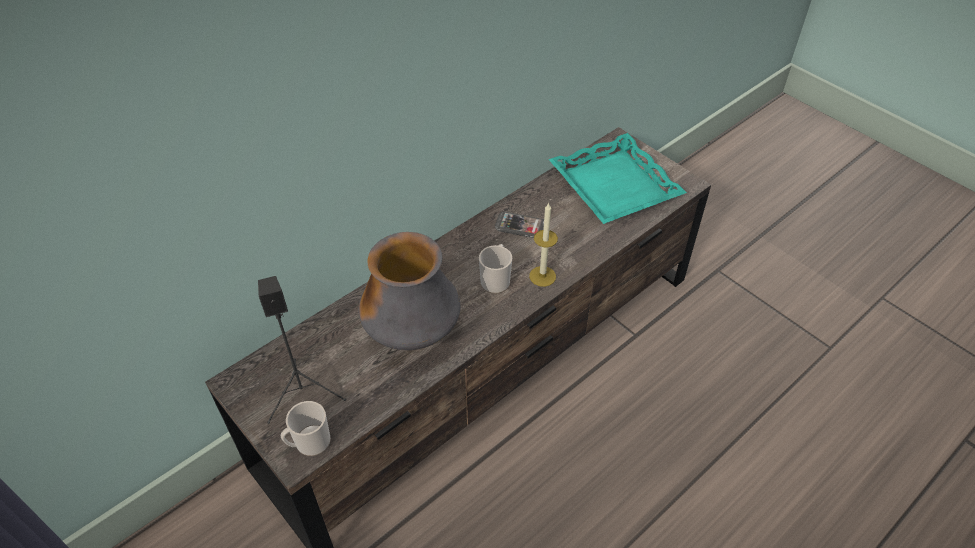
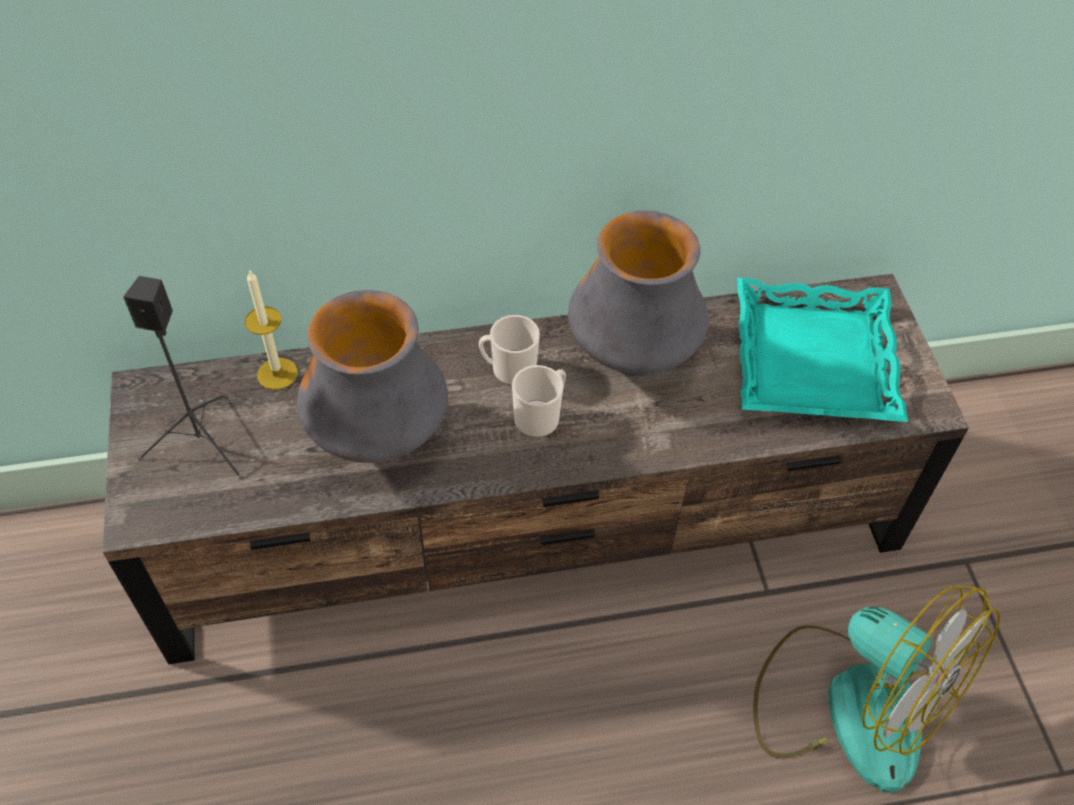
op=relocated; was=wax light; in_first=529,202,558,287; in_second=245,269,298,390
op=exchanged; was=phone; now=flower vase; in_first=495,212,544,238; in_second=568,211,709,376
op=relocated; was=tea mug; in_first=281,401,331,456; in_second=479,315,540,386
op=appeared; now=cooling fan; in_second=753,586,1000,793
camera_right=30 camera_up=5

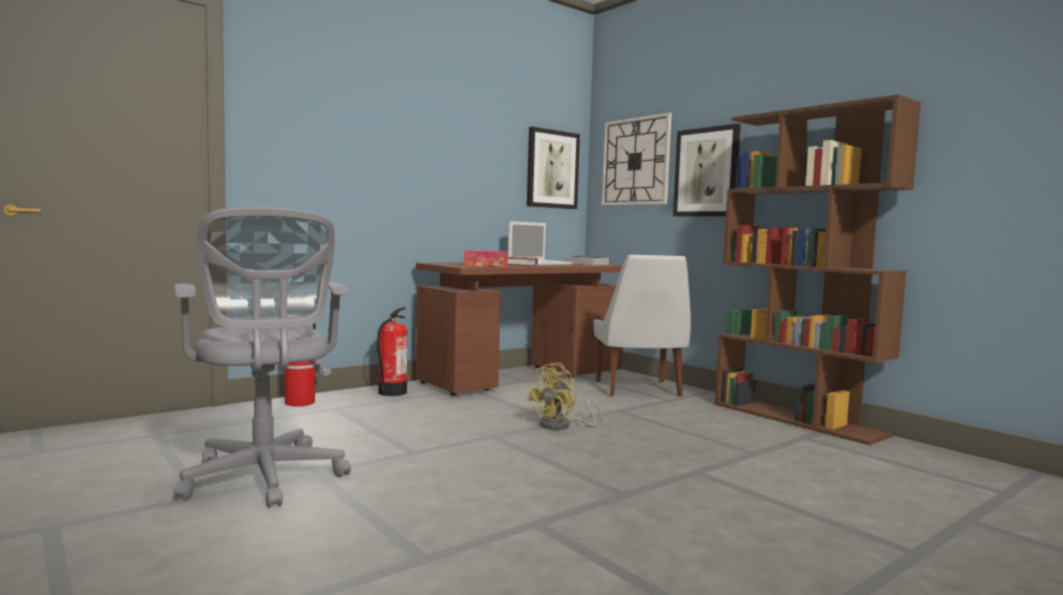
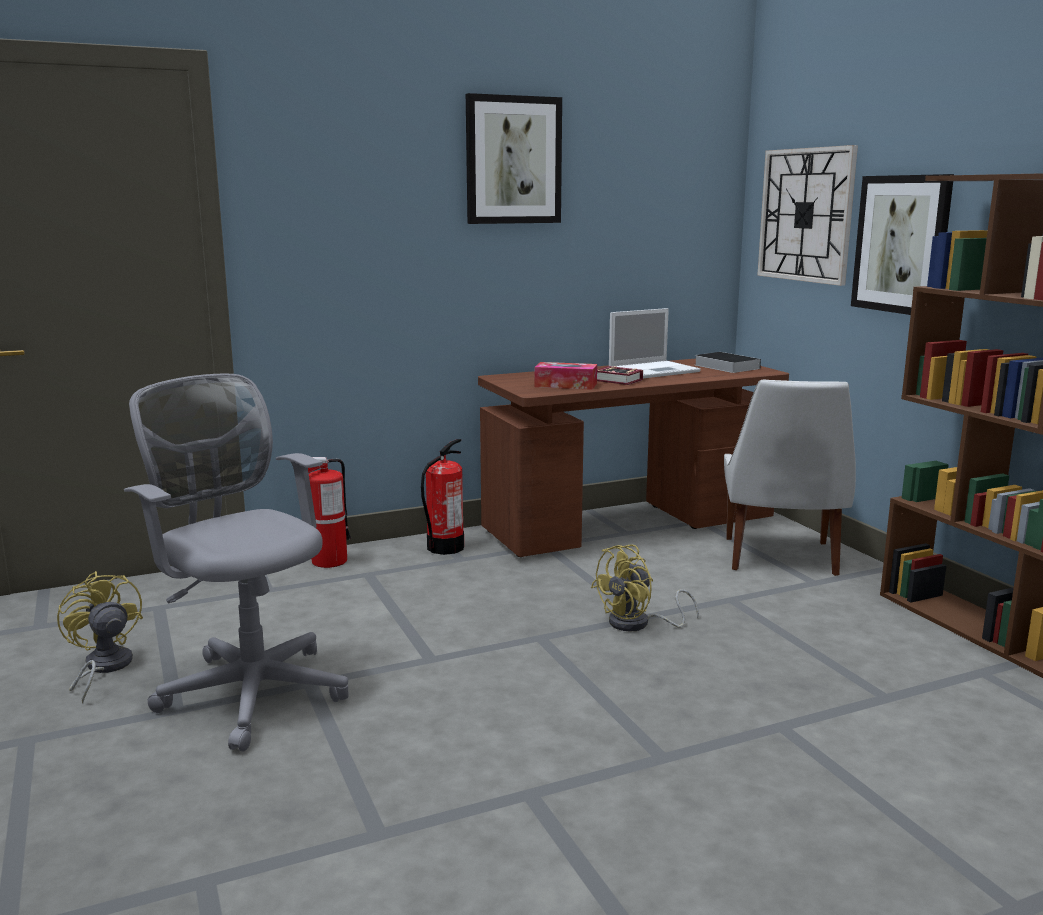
op=relocated; was=picture; in_first=527,127,580,209; in_second=466,93,562,224
op=spun; was=gray desk chair; in_first=173,207,351,508; in_second=124,373,349,751; clockwise=150
op=appeared; now=yellow-coloured cooling fan; in_second=57,571,143,703
camera_right=15 camera_up=10

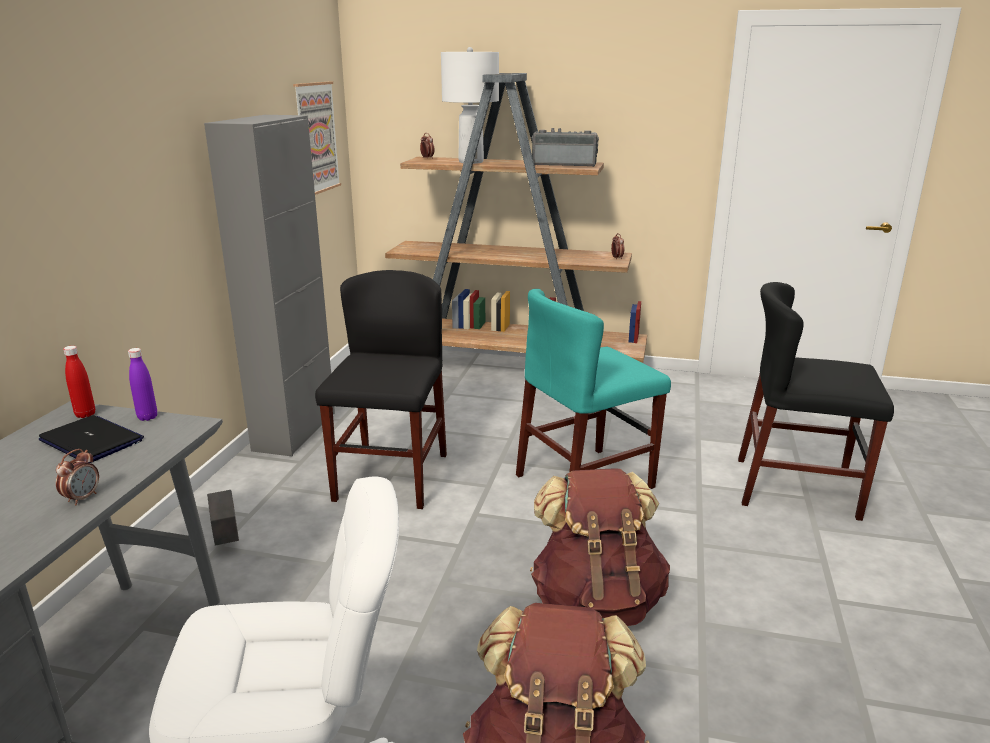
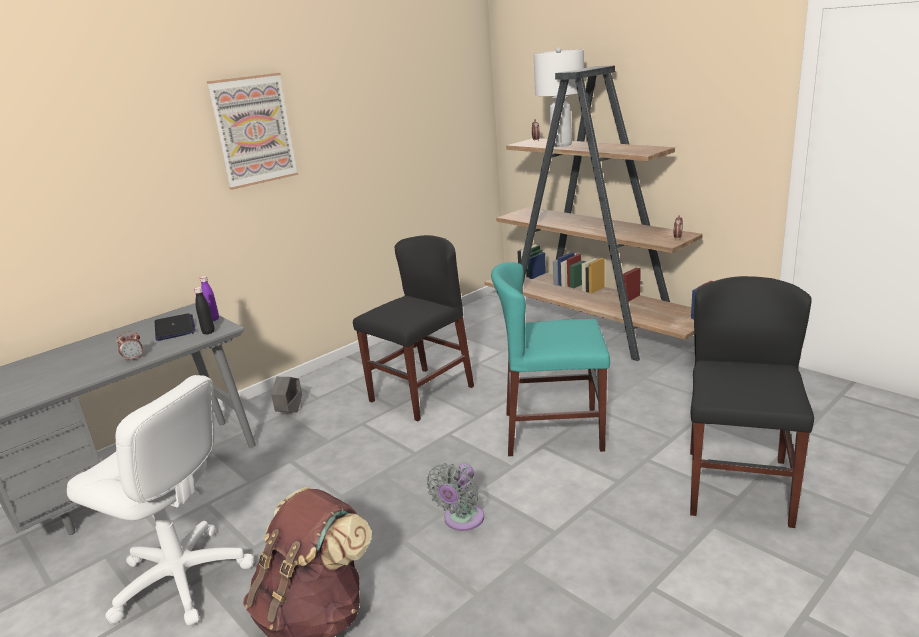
op=relocated; was=picture; in_first=293,82,341,195; in_second=207,73,298,190
op=missing; was=gray cabinet; in_first=204,115,335,456
op=missing; was=radio receiver; in_first=532,128,599,167
op=spun; was=blackish plain chair; in_first=738,282,894,521; in_second=690,276,814,528; clockwise=60
op=missing; was=reddish drink bottle; in_first=63,346,95,418
op=exchanged; was=brownish rucksack; now=gray cooling fan; in_first=530,468,670,626; in_second=427,463,484,531
op=appeared; now=blackish drink bottle; in_second=194,287,215,334
camera_right=35 camera_up=0

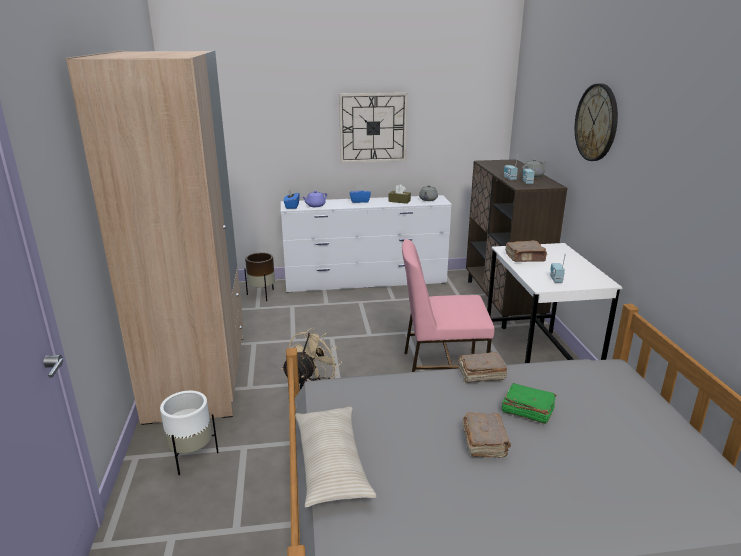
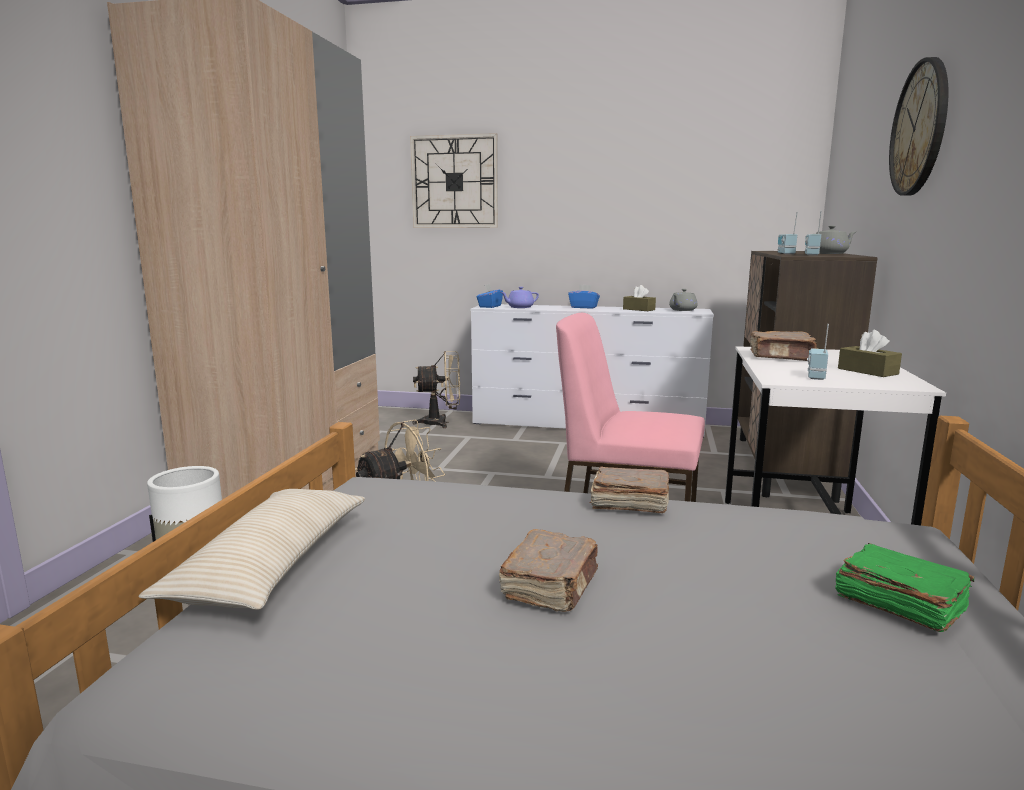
op=relocated; was=wall clock; in_first=339,93,407,163; in_second=410,133,498,228
op=exchanged; was=brownish plant pot; now=beige cooling fan; in_first=244,253,275,301; in_second=412,351,460,428
op=relocated; was=green bound book; in_first=502,383,556,424; in_second=835,543,974,632
op=appeared; now=brownish box of tissues; in_second=838,330,902,377
camera_right=20 camera_up=-10

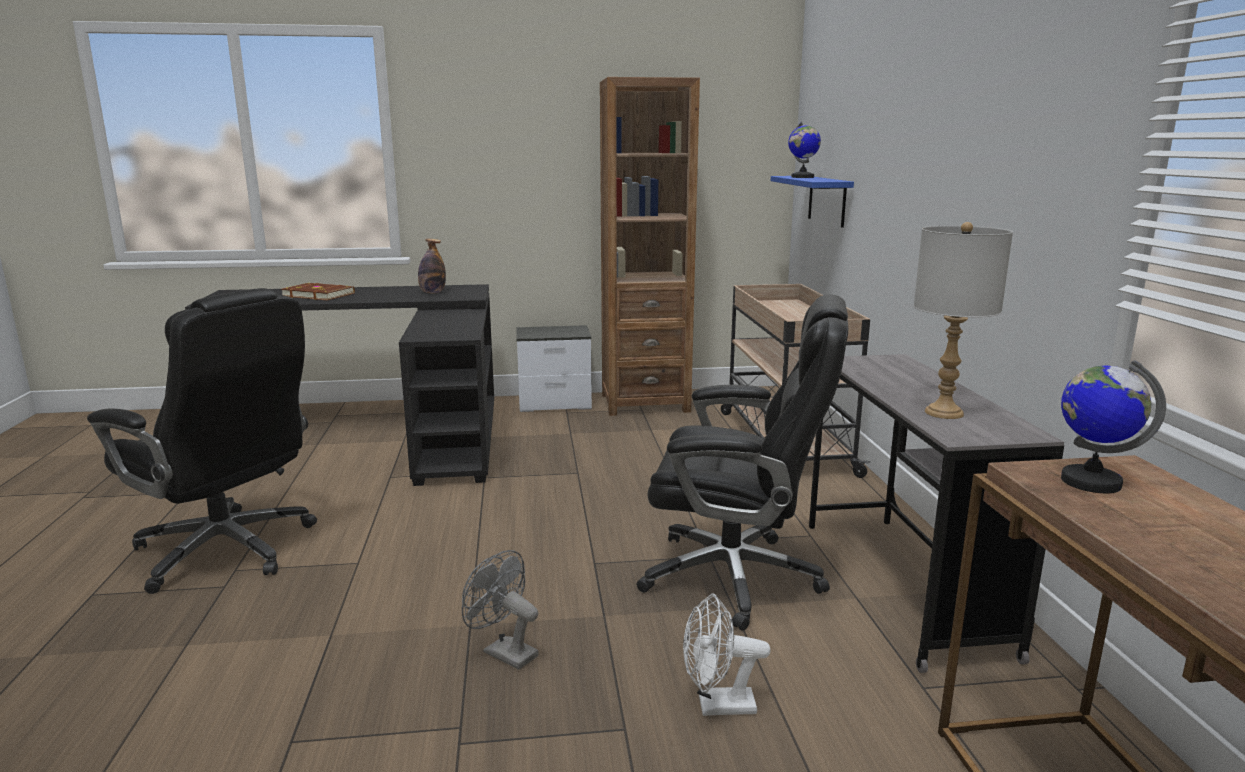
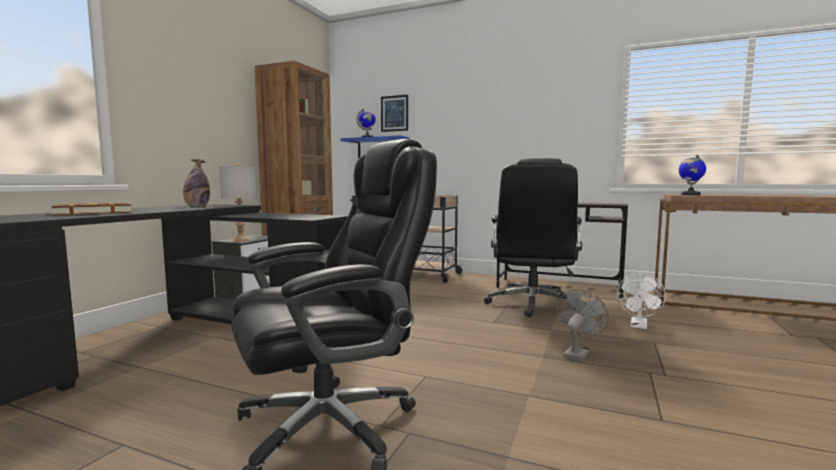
op=relocated; was=gray lamp for a table; in_first=914,222,1013,419; in_second=220,164,256,241
op=spun; was=blackish desk chair; in_first=636,294,848,631; in_second=484,158,582,317; clockwise=150
op=spun; was=gray cooling fan; in_first=462,550,539,670; in_second=557,290,609,361; clockwise=150
op=appeared; now=picture; in_second=381,95,408,132
camera_right=-60 camera_up=-10

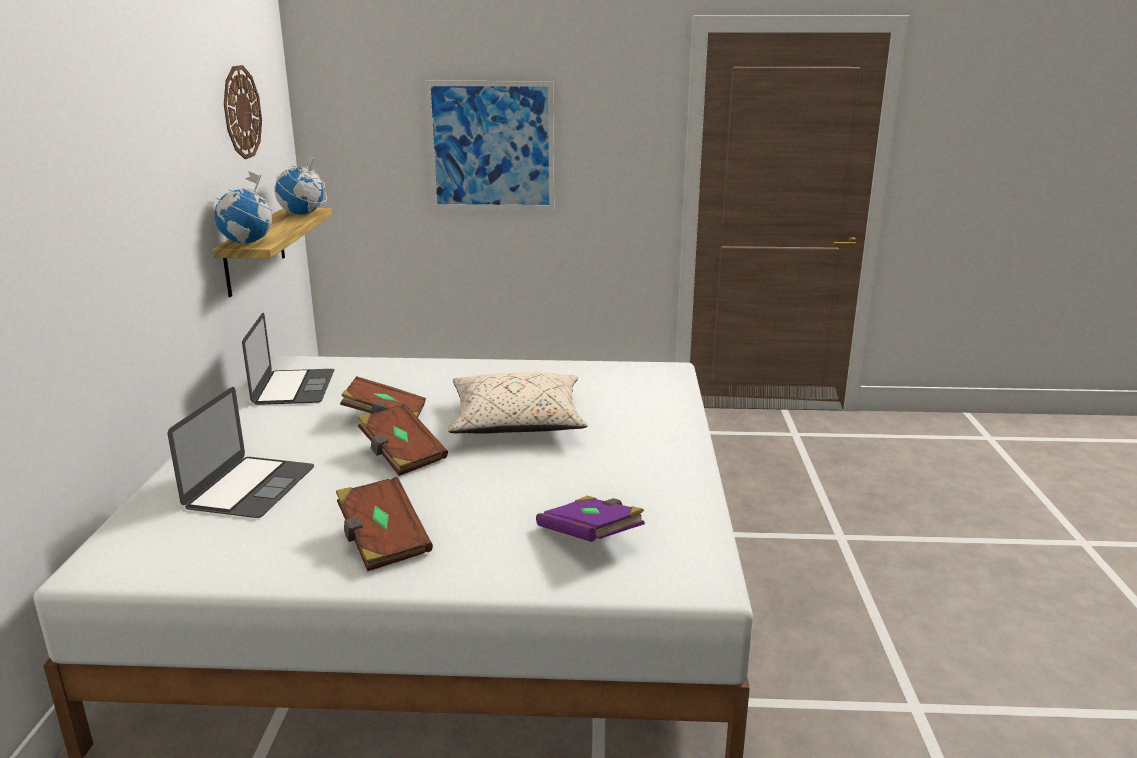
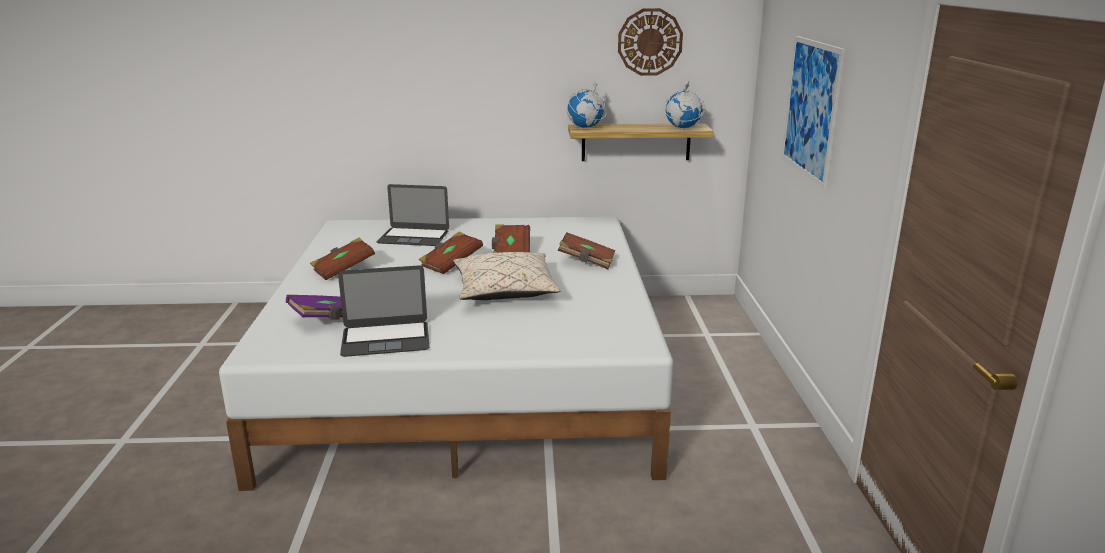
op=relocated; was=laptop; in_first=242,313,334,405; in_second=338,265,430,357
op=appeared; now=brownish bound book; in_second=558,232,615,269
camera_right=85 camera_up=0

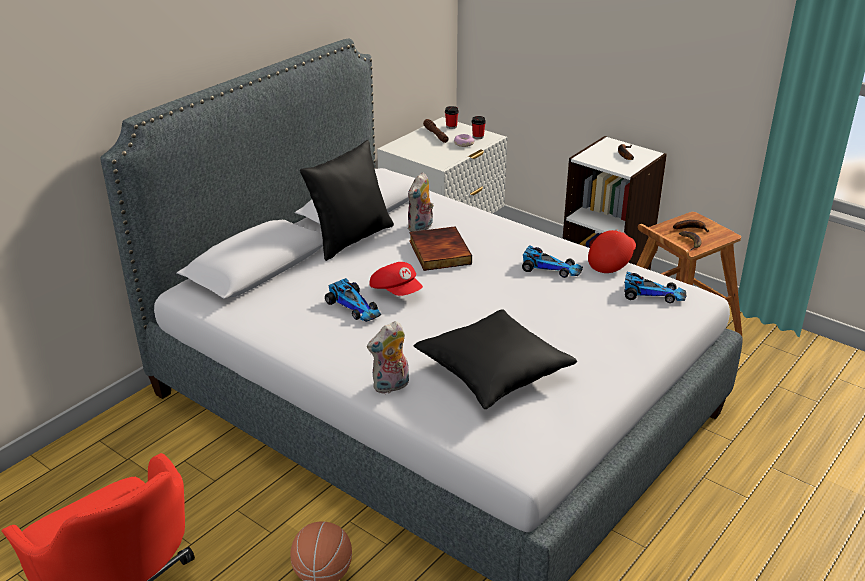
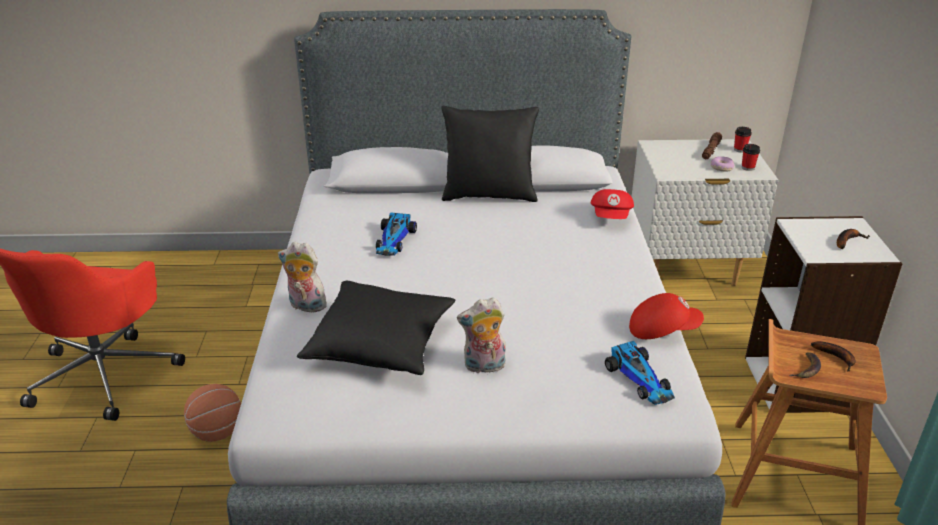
op=relocated; was=soft toy; in_first=407,172,434,232; in_second=457,297,506,373
op=missing; was=bound book; in_first=409,227,472,271
op=missing; was=toy car; in_first=522,245,583,278
op=relocated; was=reddish baseball cap; in_first=370,262,423,296; in_second=591,189,634,219
camera_right=50 camera_up=0

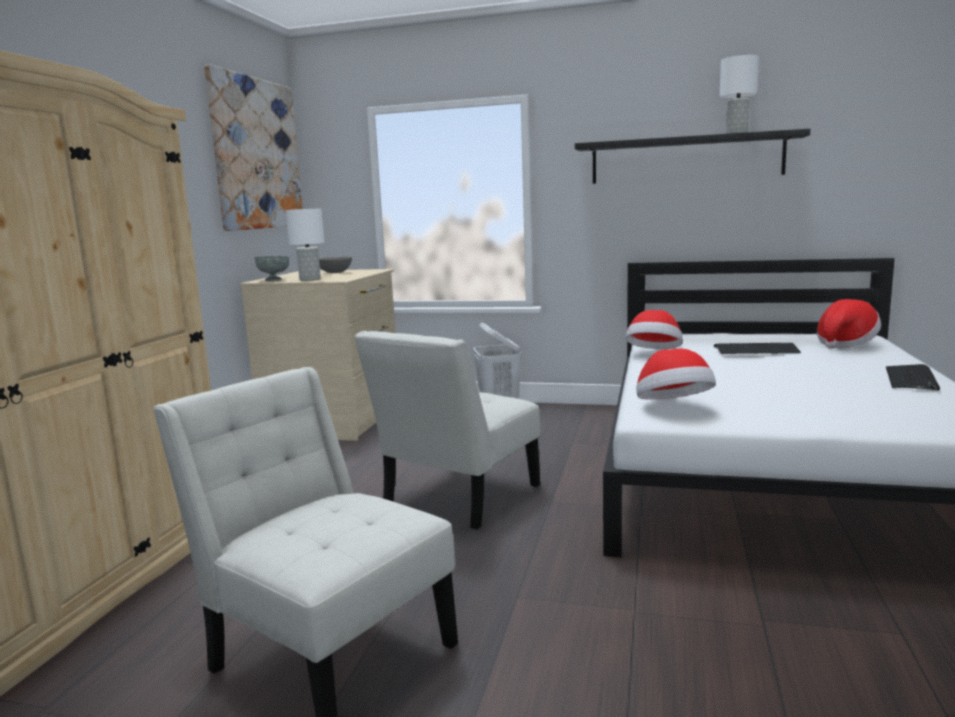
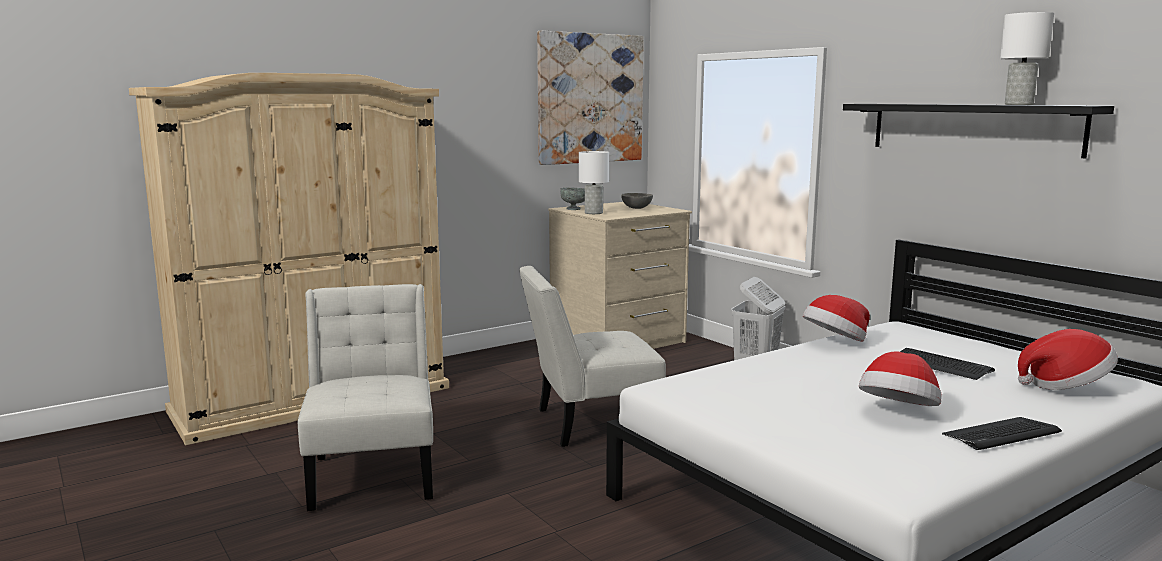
op=relocated; was=hat; in_first=636,348,716,399; in_second=859,351,941,406
camera_right=40 camera_up=0

